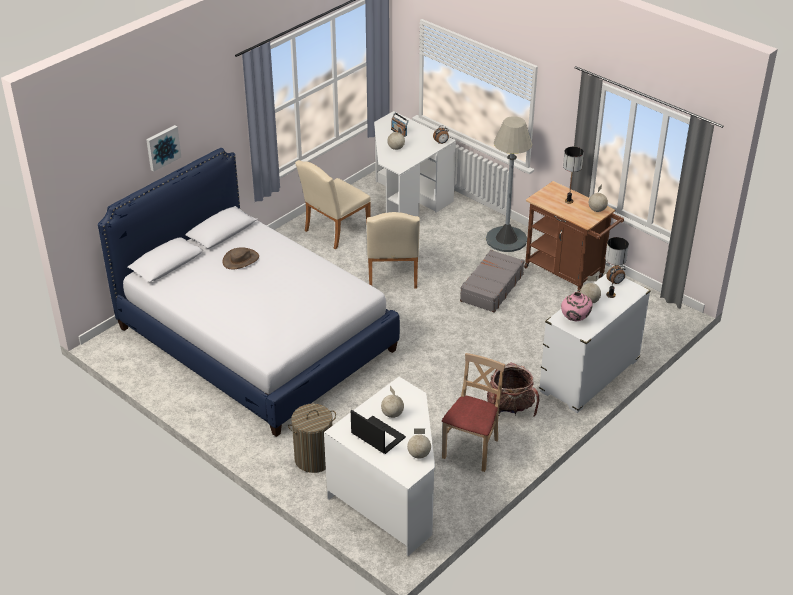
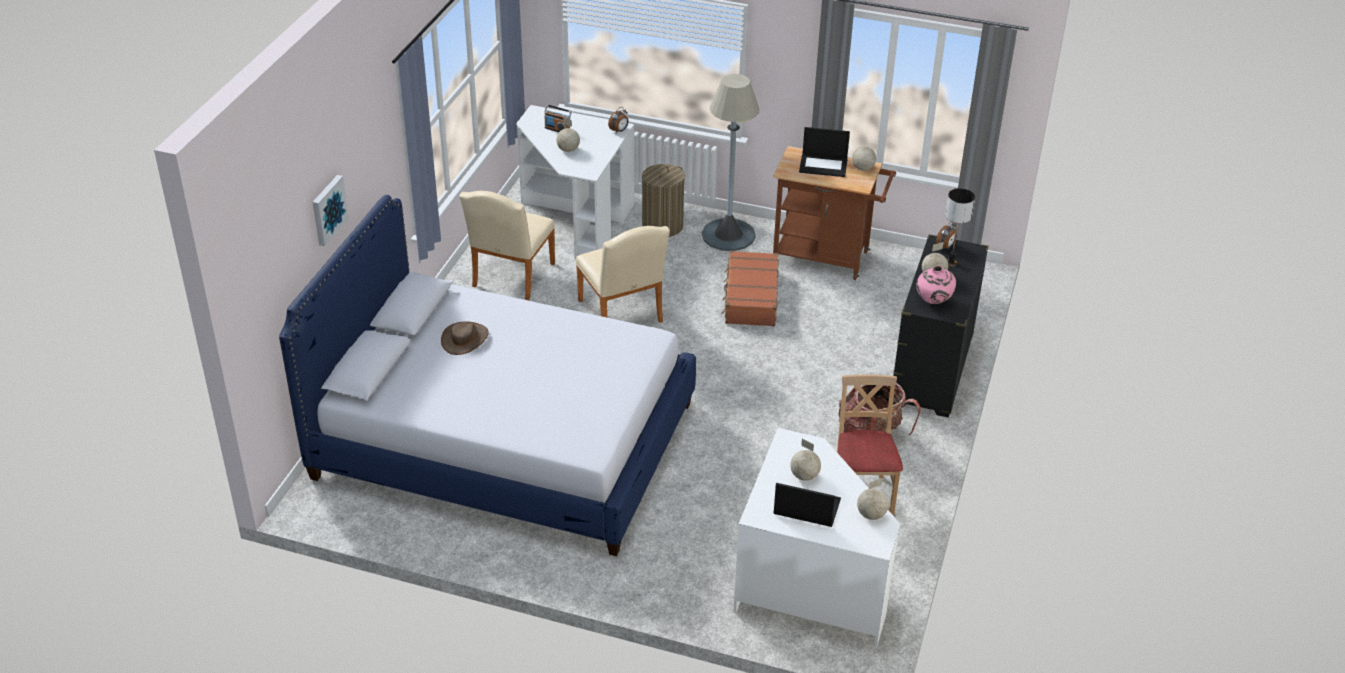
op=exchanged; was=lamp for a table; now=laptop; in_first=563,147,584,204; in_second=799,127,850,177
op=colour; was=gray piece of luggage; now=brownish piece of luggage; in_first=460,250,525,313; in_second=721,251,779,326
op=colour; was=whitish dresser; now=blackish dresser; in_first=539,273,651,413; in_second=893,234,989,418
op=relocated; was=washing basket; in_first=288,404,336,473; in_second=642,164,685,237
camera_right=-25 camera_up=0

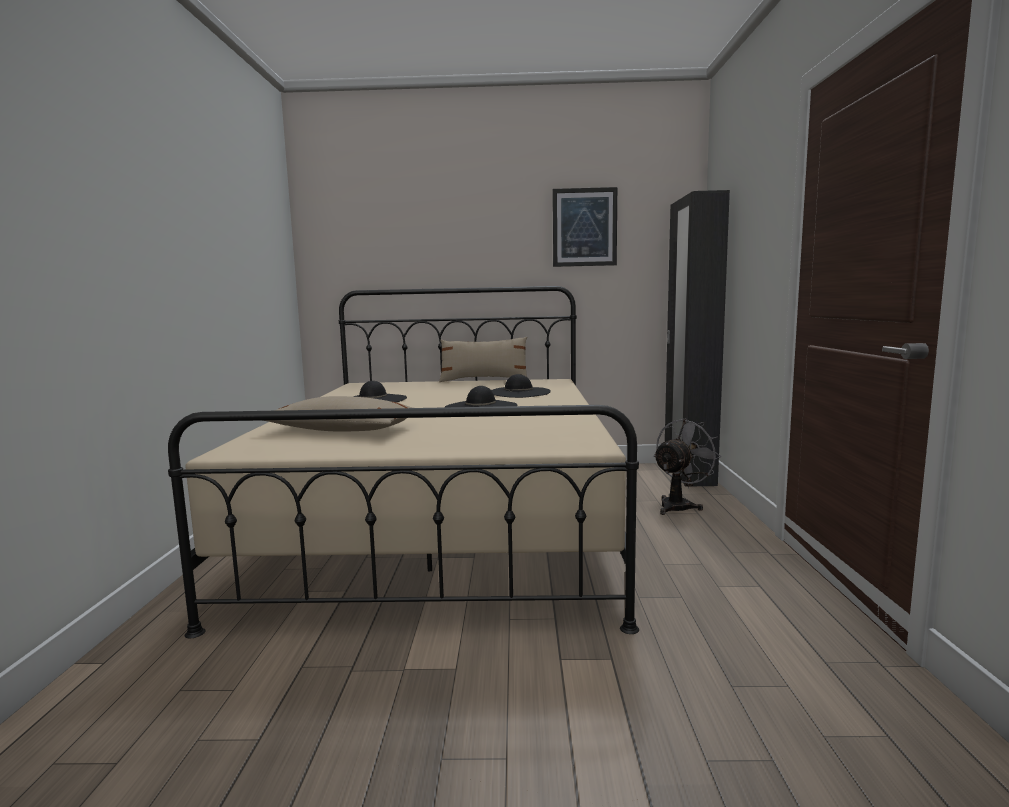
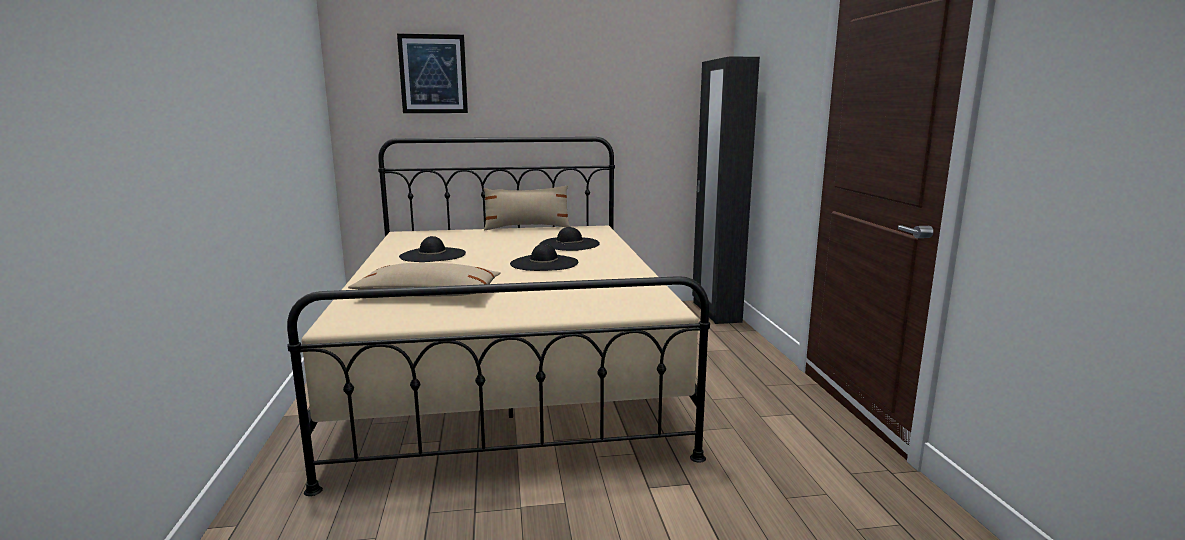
op=relocated; was=picture; in_first=552,187,617,267; in_second=397,34,468,113
op=missing; was=gray cooling fan; in_first=653,418,722,515
camera_right=-10 camera_up=5

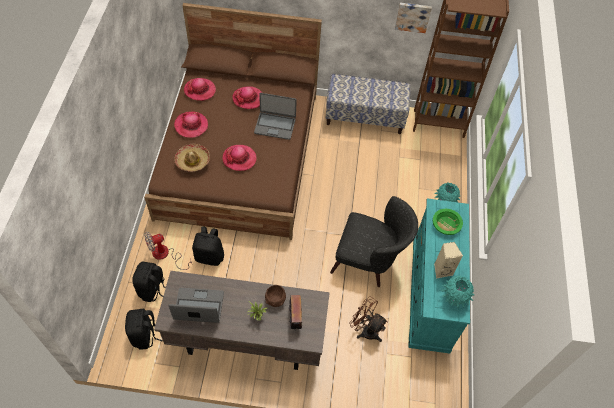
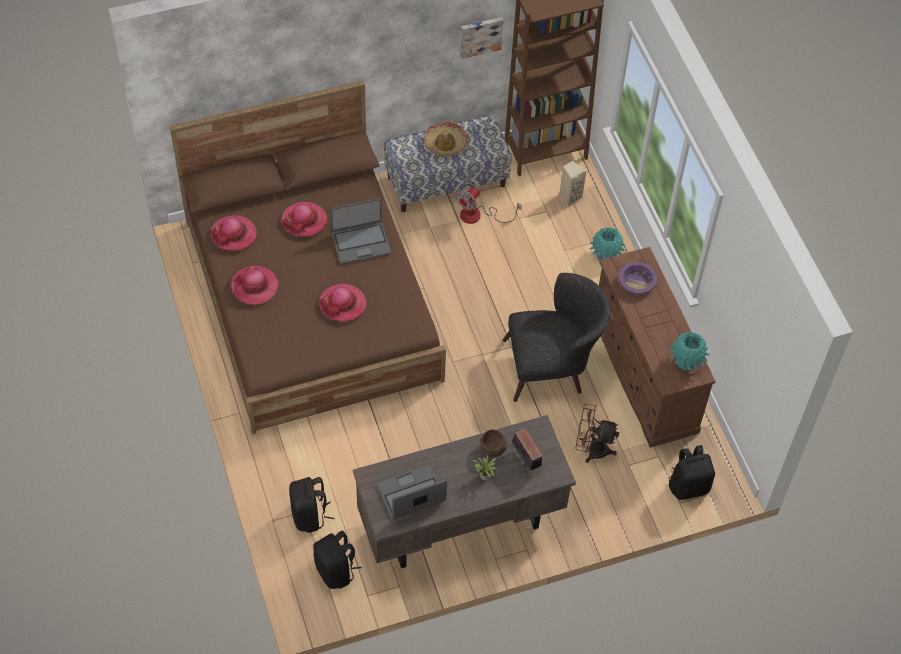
op=relocated; was=hat; in_first=174,144,210,172; in_second=424,122,468,156
op=colour; was=turquoise-coloured dresser; now=brownish dresser; in_first=408,198,470,354; in_second=599,247,716,448
op=colour; was=green serving bowl; now=purple-coloured serving bowl; in_first=433,209,463,235; in_second=619,262,657,294
op=relocated; was=blackish rucksack; in_first=192,226,224,266; in_second=669,445,715,500
op=relocated; was=cooling fan; in_first=144,232,192,270; in_second=456,187,522,224
op=relocated; was=beige loudspeaker; in_first=434,242,463,279; in_second=559,161,587,207
camera_right=-25 camera_up=0

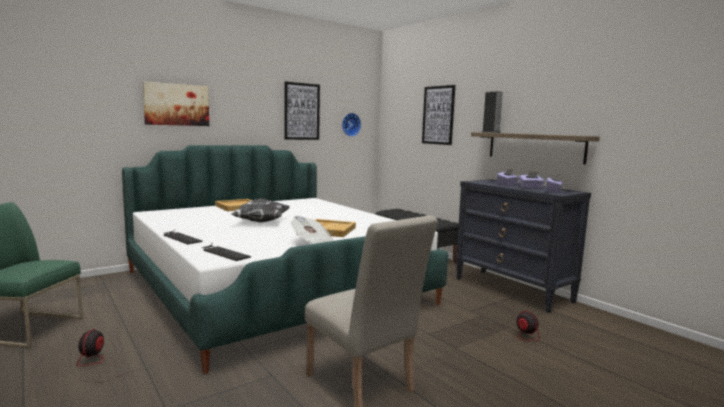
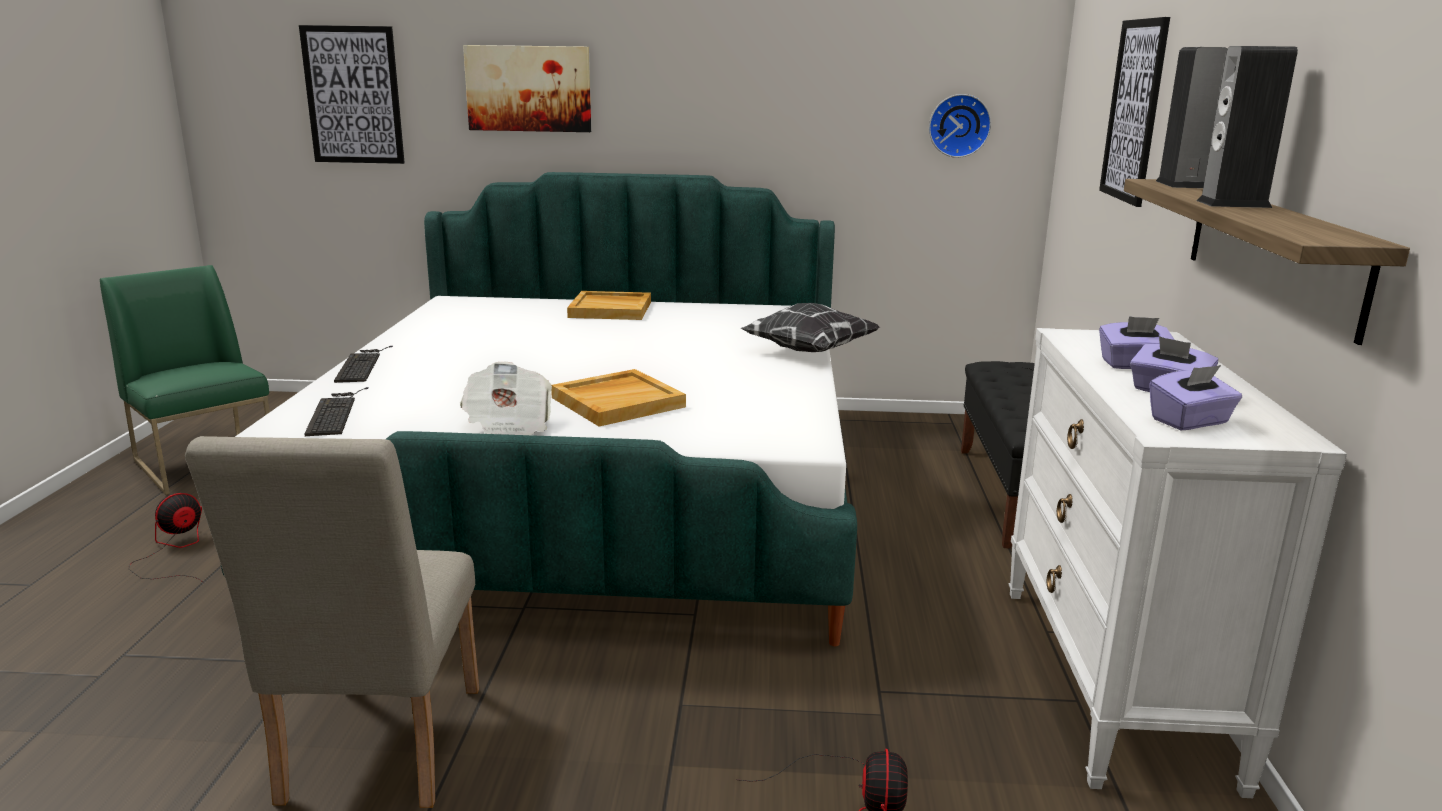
op=relocated; was=picture; in_first=284,82,320,140; in_second=299,25,405,164
op=colour; was=blackish dresser; now=whitish dresser; in_first=456,179,591,313; in_second=1009,328,1347,798
op=relocated; was=throw pillow; in_first=230,198,290,223; in_second=741,303,881,352
op=appeared; now=loudspeaker; in_second=1196,46,1298,208
camera_right=40 camera_up=10

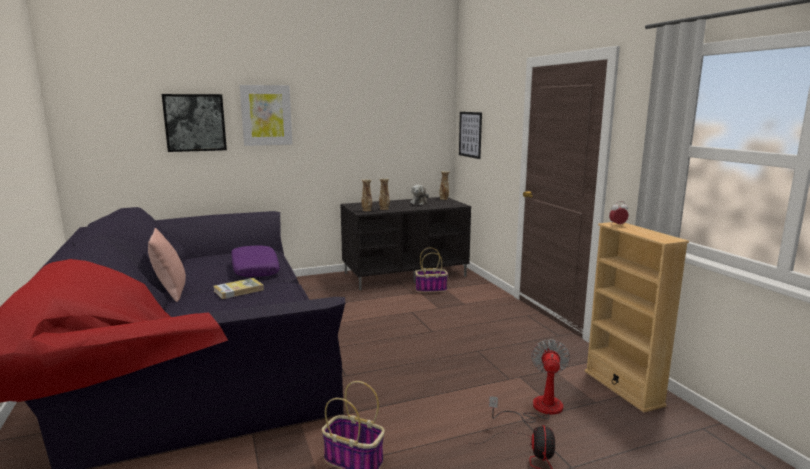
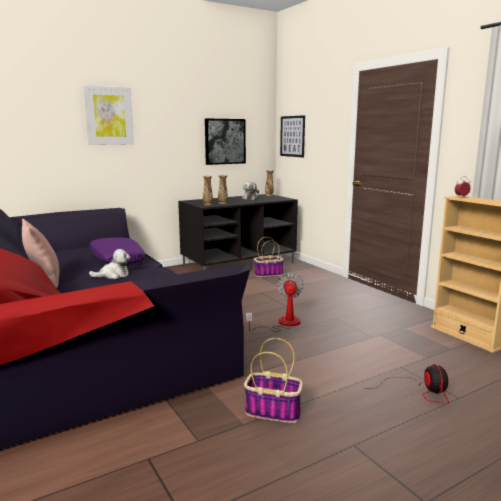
op=relocated; was=picture; in_first=162,94,227,152; in_second=205,119,246,165
op=exchanged; was=bound book; now=soft toy; in_first=213,278,264,299; in_second=89,249,131,279
op=relocated; was=cooling fan; in_first=489,339,570,423; in_second=246,272,304,332
camera_right=-10 camera_up=0

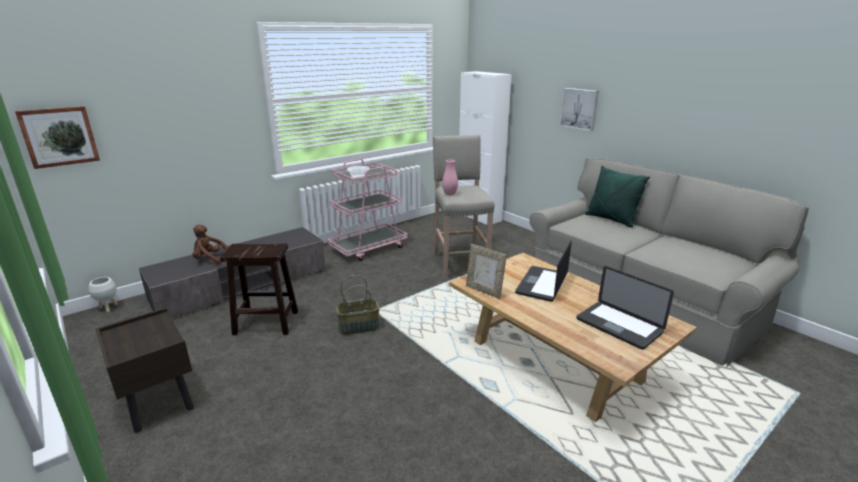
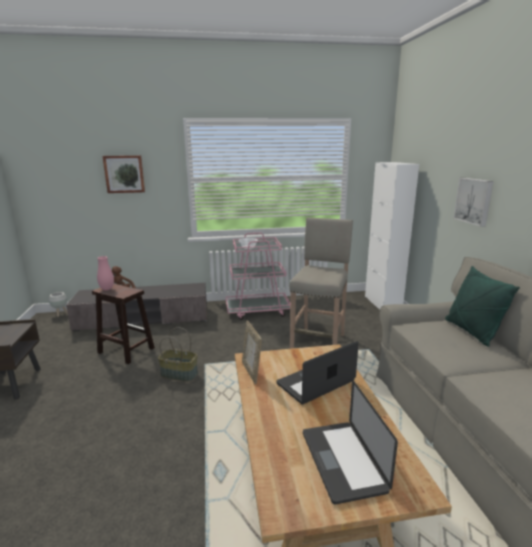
op=relocated; was=picture; in_first=15,106,100,169; in_second=102,155,145,193
op=relocated; was=pinkish flower vase; in_first=442,160,458,195; in_second=97,256,114,290
camera_right=30 camera_up=-5

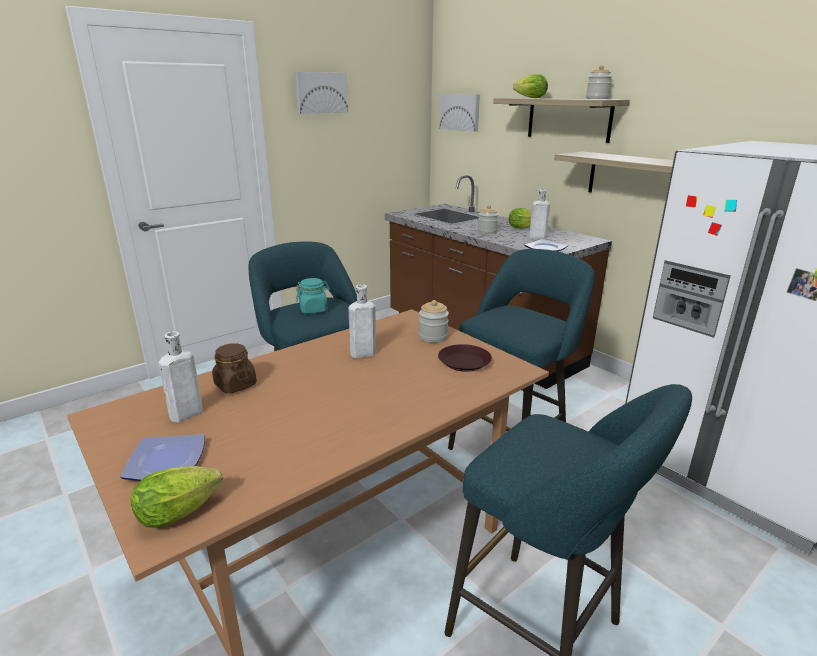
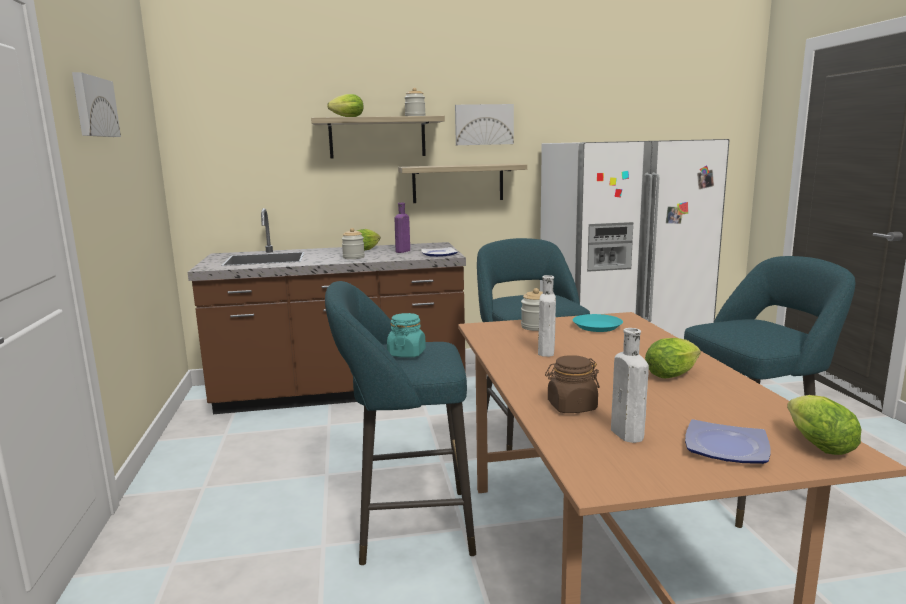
op=relocated; was=picture; in_first=440,94,480,132; in_second=455,104,514,145
op=colour; was=whitish drink bottle; now=purple-coloured drink bottle; in_first=529,189,550,239; in_second=395,203,410,253
op=colour; was=brownish plate; now=turquoise-coloured plate; in_first=438,344,492,372; in_second=572,314,623,332
op=appeared; now=head of lettuce; in_second=645,338,701,378
camera_right=-60 camera_up=-10

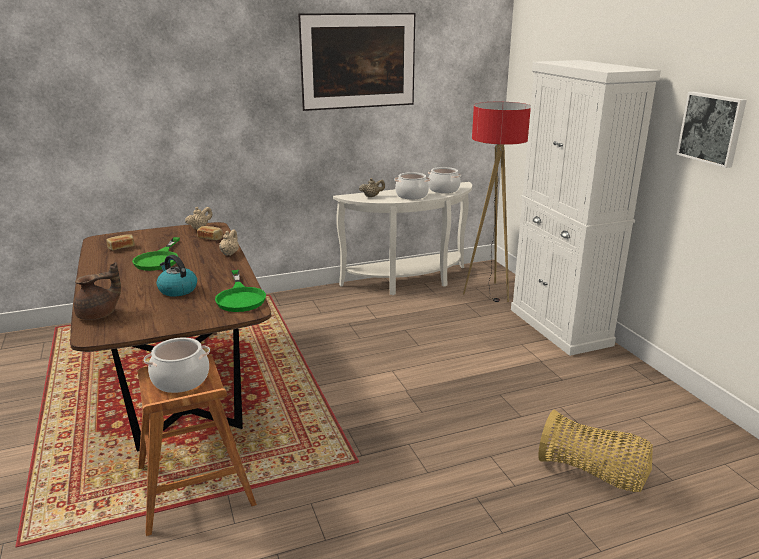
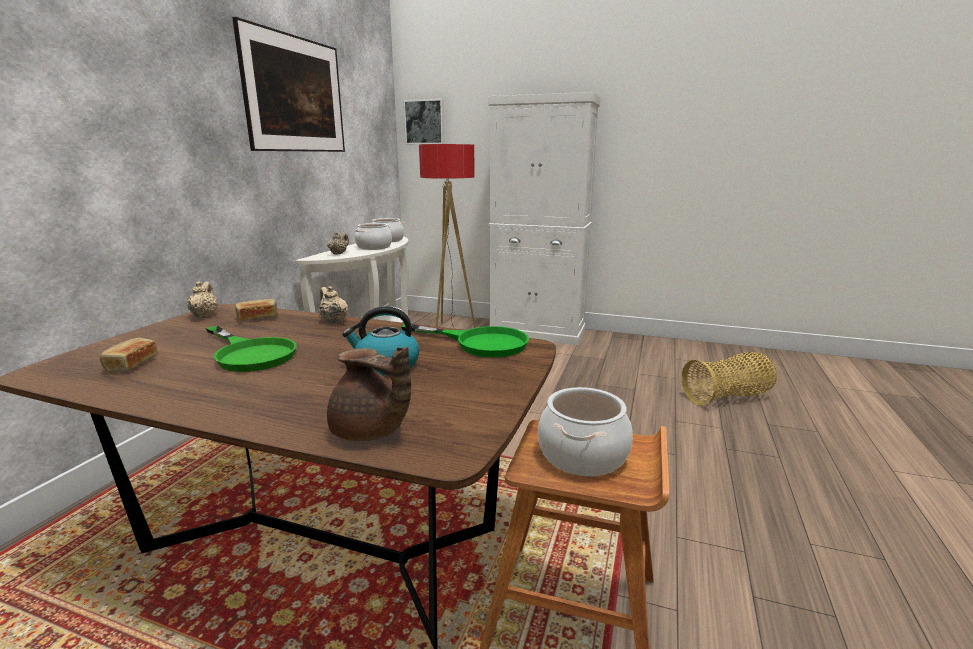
op=relocated; was=picture; in_first=676,92,747,168; in_second=404,99,445,144
op=spun; was=brownish teapot; in_first=74,262,121,320; in_second=327,346,411,441; clockwise=120
camera_right=-50 camera_up=-5

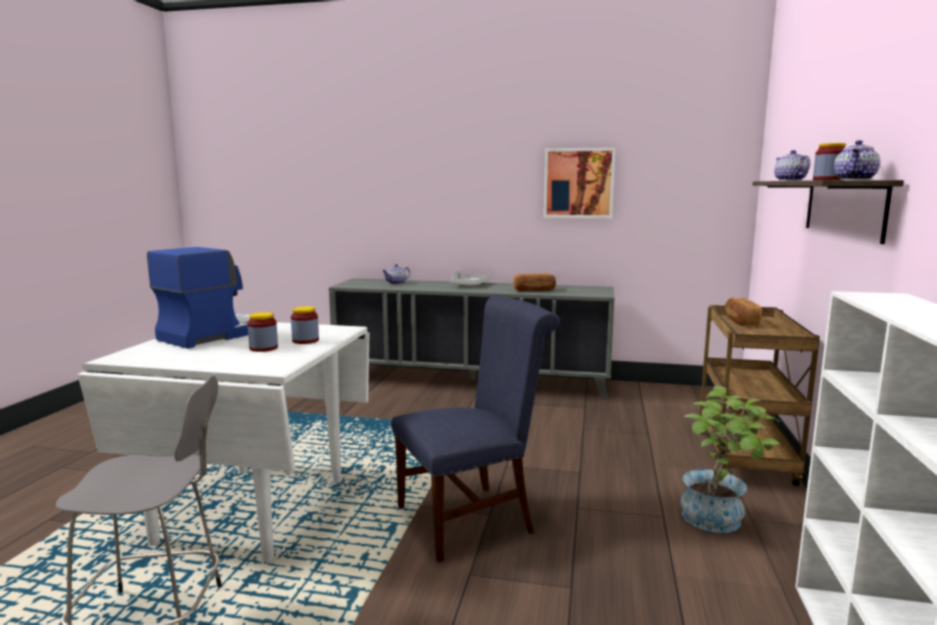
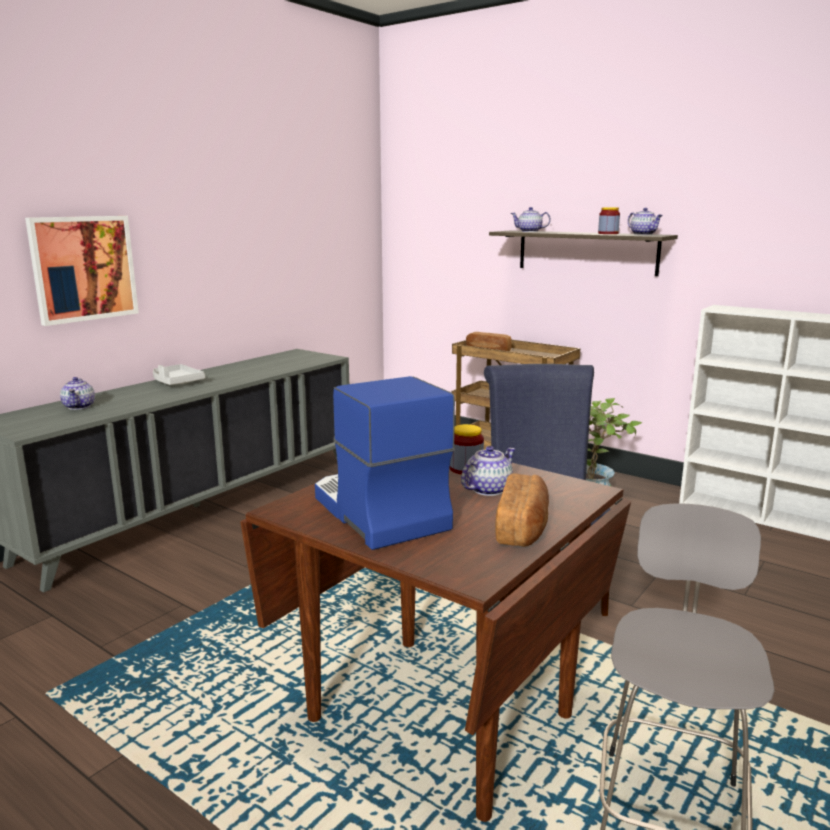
op=relocated; was=picture; in_first=543,147,616,218; in_second=25,216,139,326
op=relocated; was=bread; in_first=513,273,556,292; in_second=495,473,549,547
op=exchanged; was=jar; now=teapot; in_first=248,312,278,352; in_second=461,446,515,496
op=colour; was=whitish dinner table; now=brownish dinner table; in_first=78,322,369,561; in_second=240,463,631,822
camera_right=-65 camera_up=5

